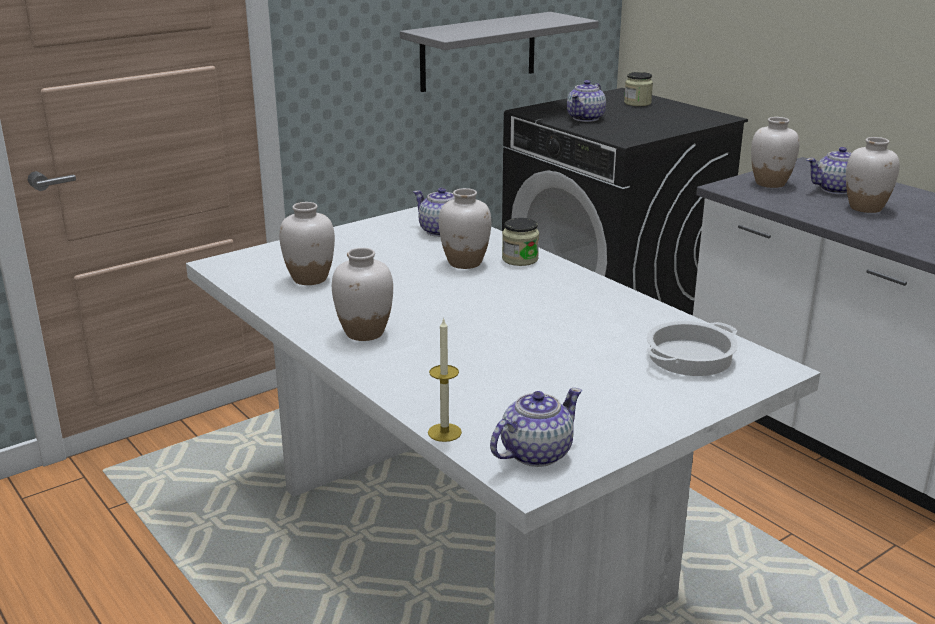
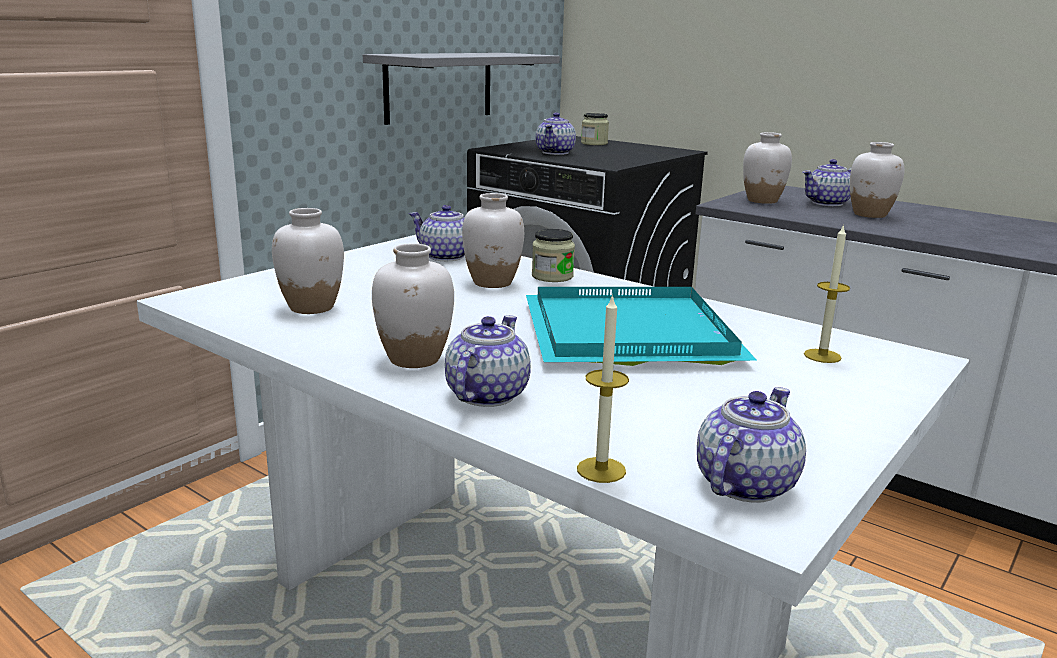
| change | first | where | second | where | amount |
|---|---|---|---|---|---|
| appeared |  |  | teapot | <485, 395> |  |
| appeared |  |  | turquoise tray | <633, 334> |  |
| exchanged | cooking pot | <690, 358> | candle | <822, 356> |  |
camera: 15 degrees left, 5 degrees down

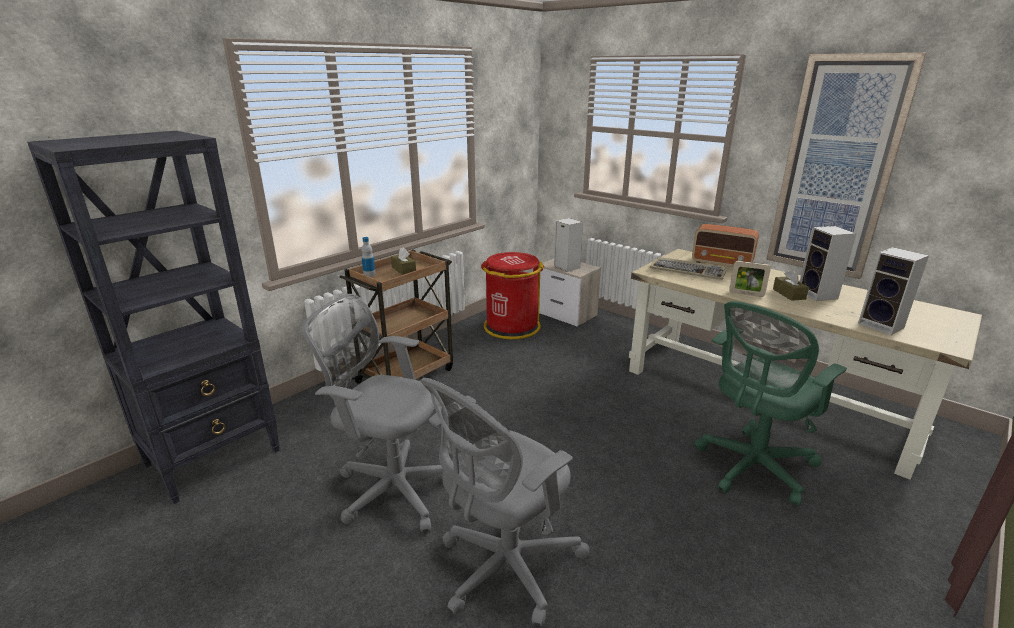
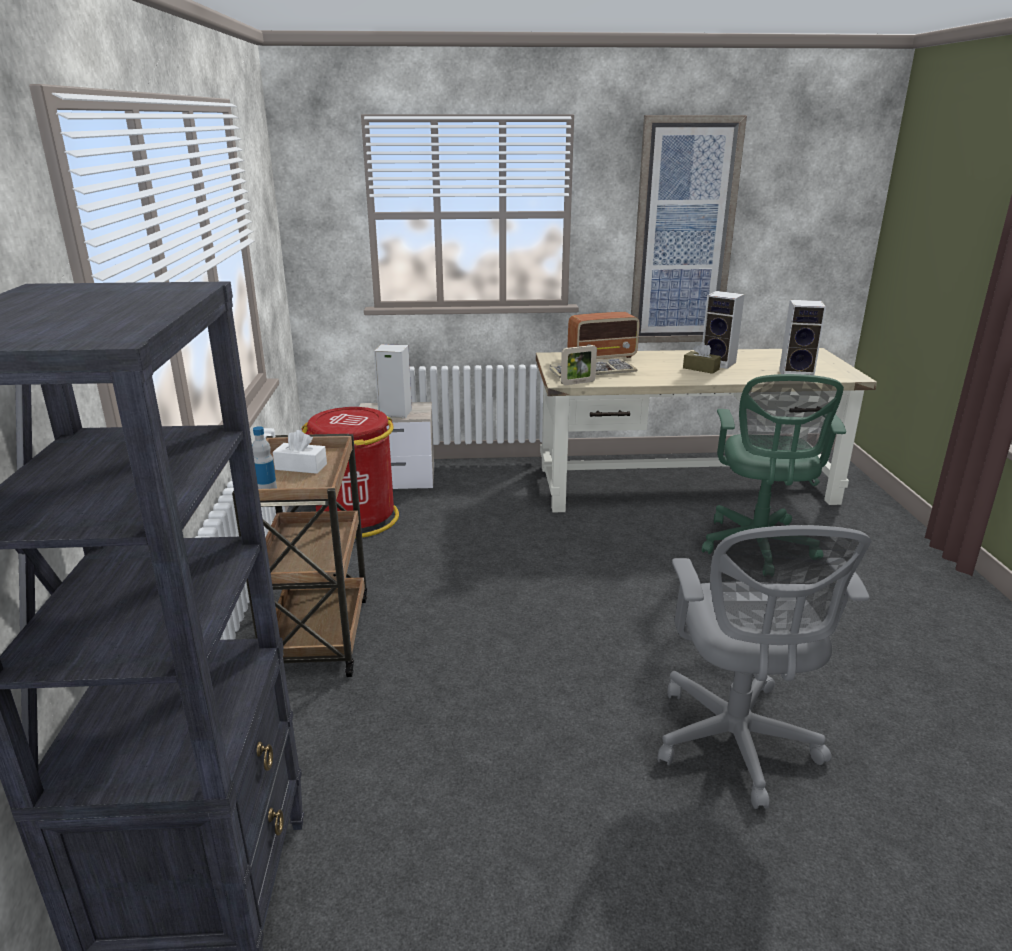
| change | first | where | second | where | amount |
|---|---|---|---|---|---|
| missing | grey office chair | <392, 487> |  |  |  |
| relocated | picture frame | <746, 294> |  | <578, 383> |  |
| colour | brown tissue box | <403, 270> | white tissue box | <301, 467> |  |
camera: 45 degrees left, 0 degrees up

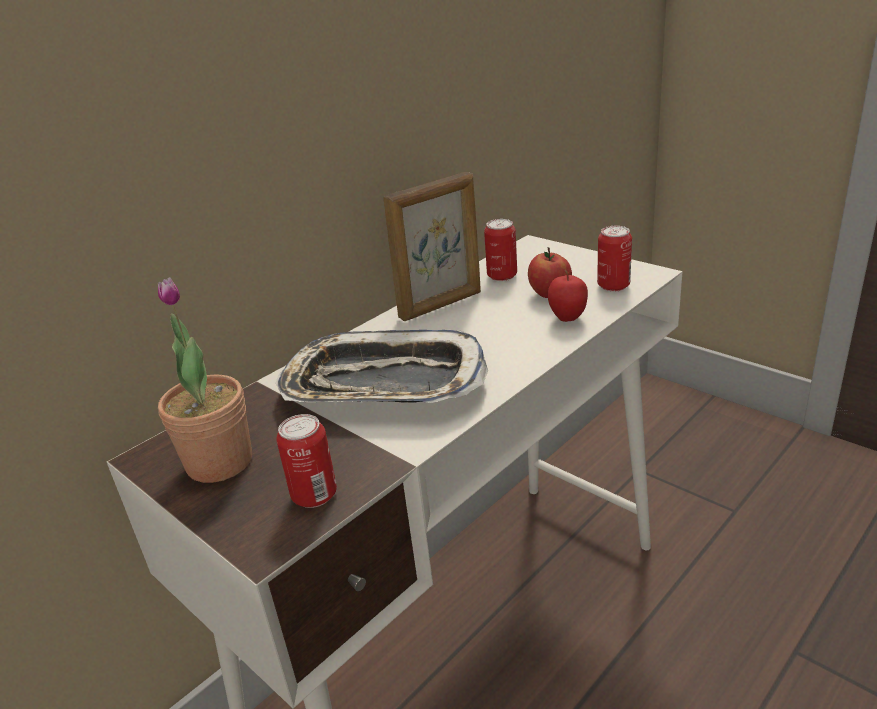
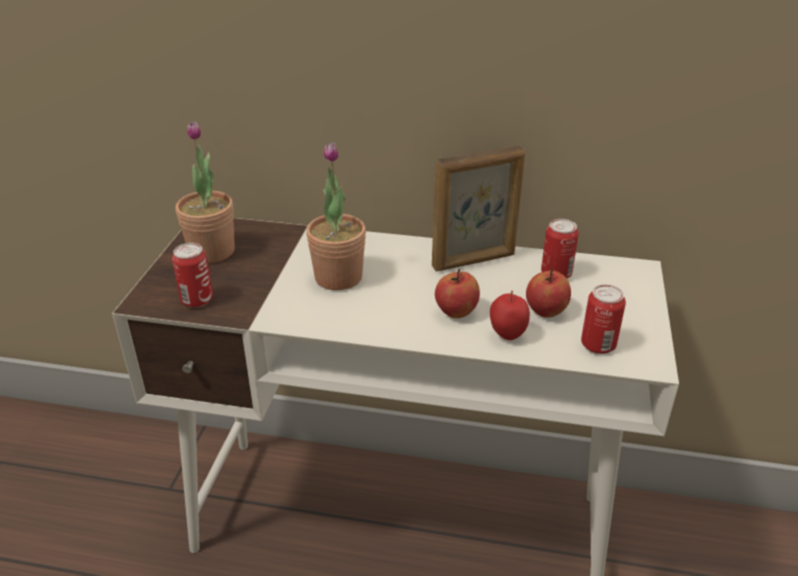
| change | first | where | second | where | amount |
|---|---|---|---|---|---|
| appeared |  |  | apple | <456, 312> |  |
| exchanged | tray | <383, 383> | potted plant | <338, 277> |  |
| spun | picture frame | <441, 305> |  | <474, 261> | 45 degrees counterclockwise |
camera: 55 degrees right, 5 degrees up

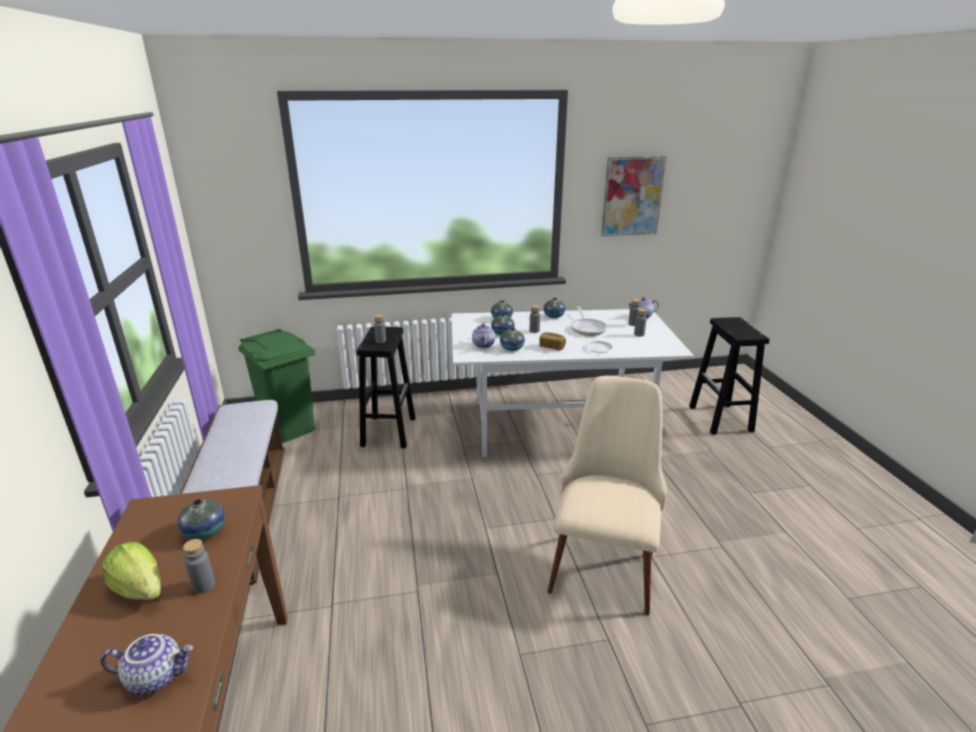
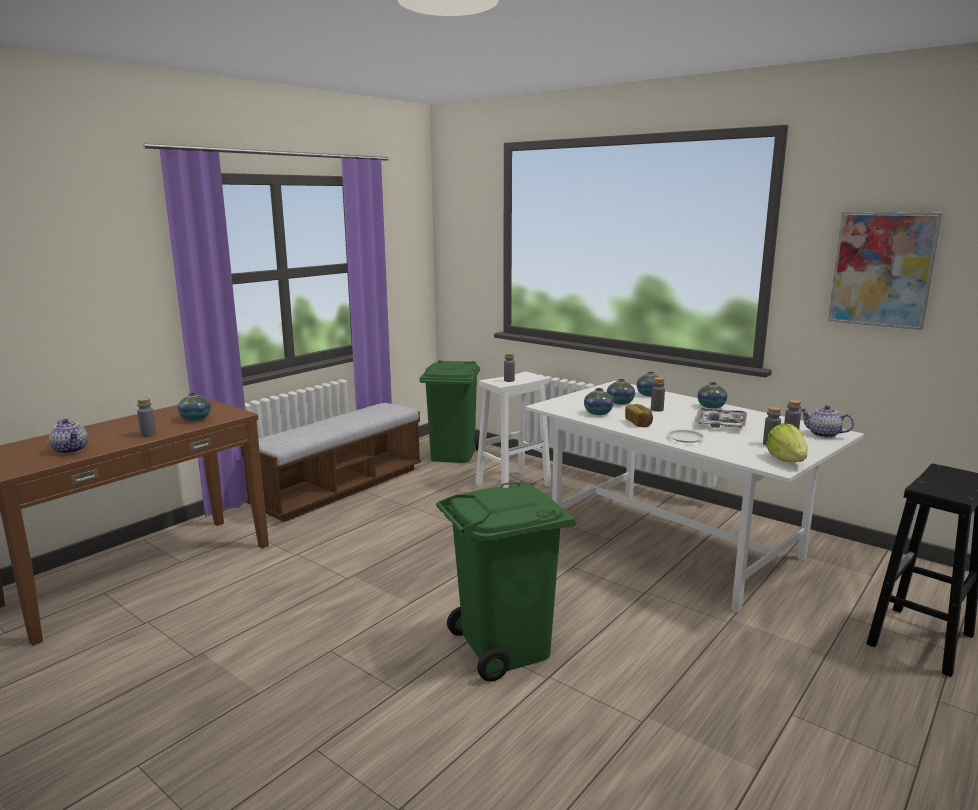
| change | first | where | second | where | amount |
|---|---|---|---|---|---|
| missing | teapot | <484, 345> |  |  |  |
| relocated | lettuce | <140, 588> |  | <787, 460> |  |
| exchanged | beige chair | <604, 557> | green trash can | <506, 648> |  |
| exchanged | frying pan | <587, 328> | tray | <720, 424> |  |
| colour | black stool | <388, 431> | white stool | <514, 484> |  |
camera: 50 degrees right, 10 degrees down

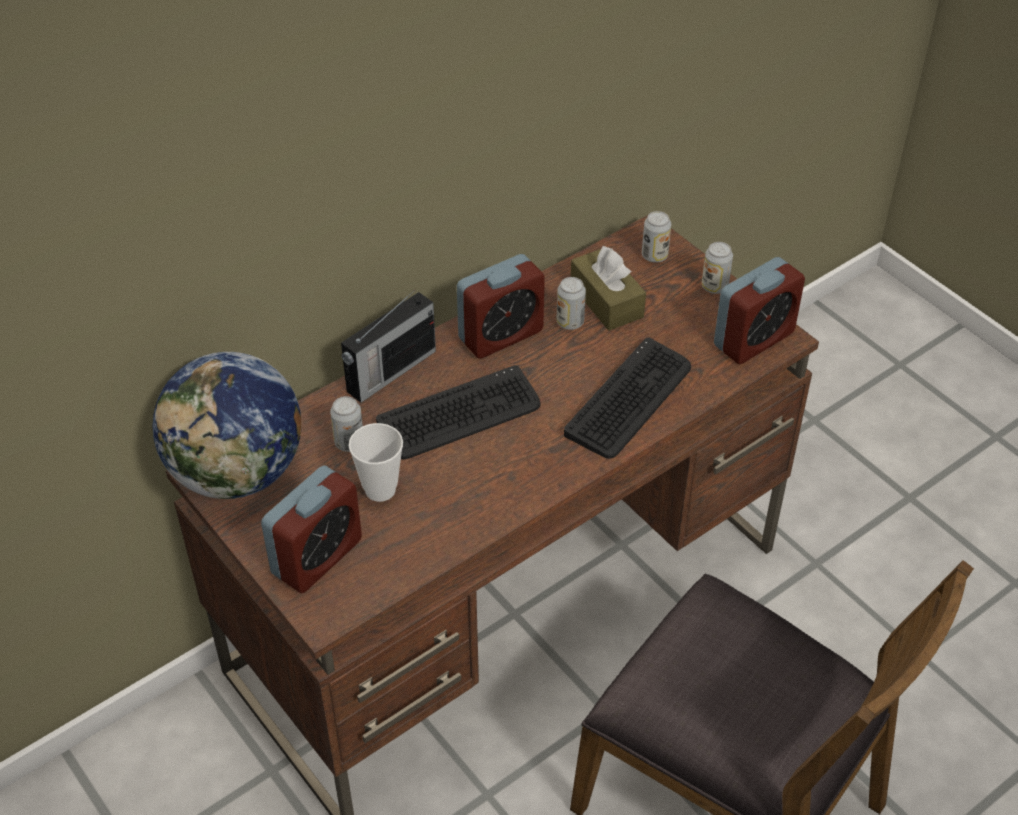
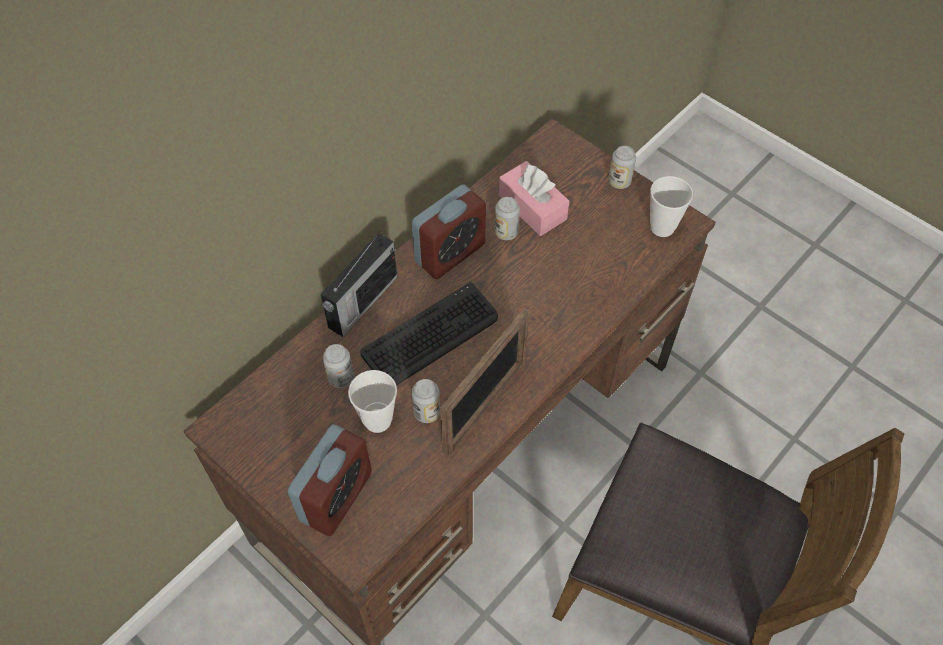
| change | first | where | second | where | amount |
|---|---|---|---|---|---|
| missing | globe | <238, 473> |  |  |  |
| missing | keyboard | <629, 399> |  |  |  |
| appeared |  |  | picture frame | <485, 406> |  |
| relocated | can | <654, 256> |  | <427, 412> |  |
| exchanged | alarm clock | <753, 339> | cup | <662, 227> |  |
| colour | brown tissue box | <606, 300> | pink tissue box | <532, 207> |  |
camera: 10 degrees left, 10 degrees up

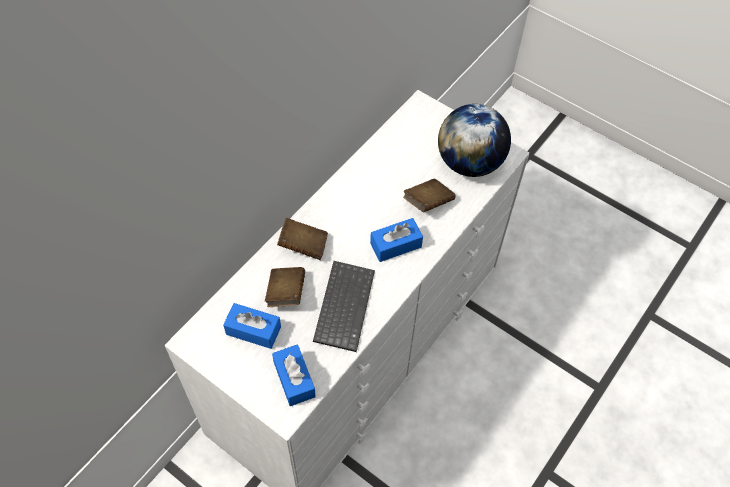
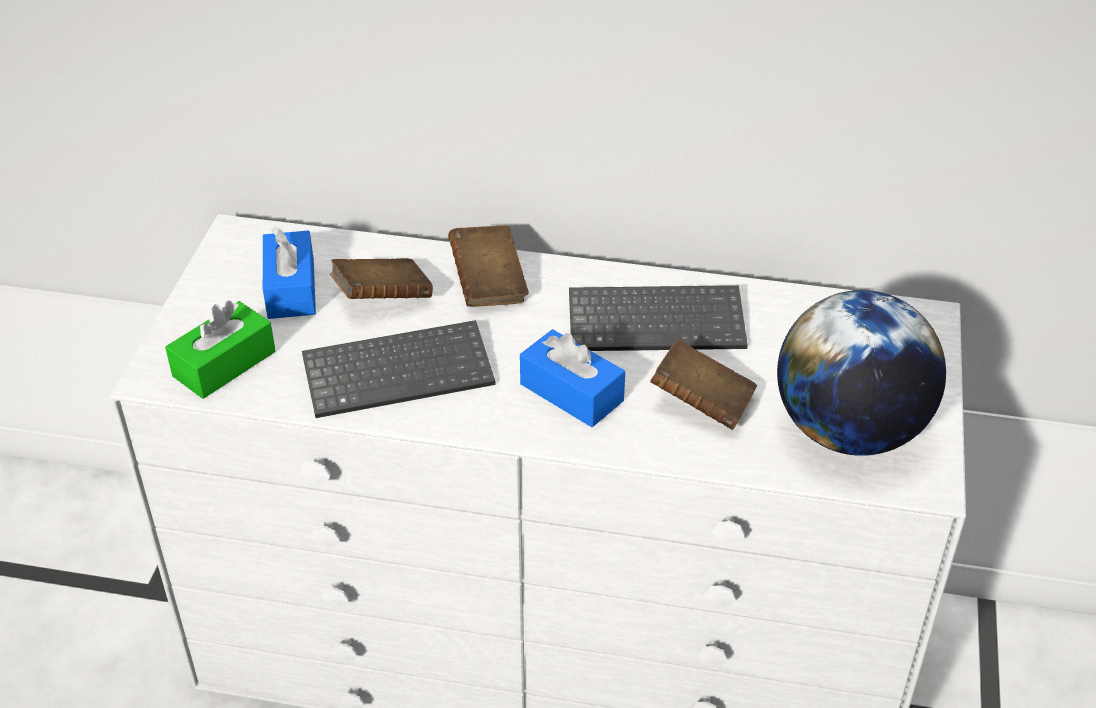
| change | first | where | second | where | amount |
|---|---|---|---|---|---|
| appeared |  |  | keyboard | <658, 320> |  |
| colour | blue tissue box | <294, 379> | green tissue box | <224, 364> |  |
camera: 65 degrees right, 15 degrees down

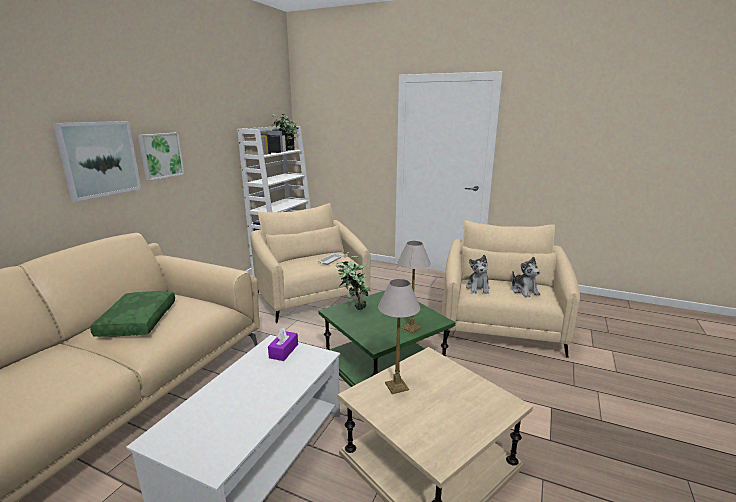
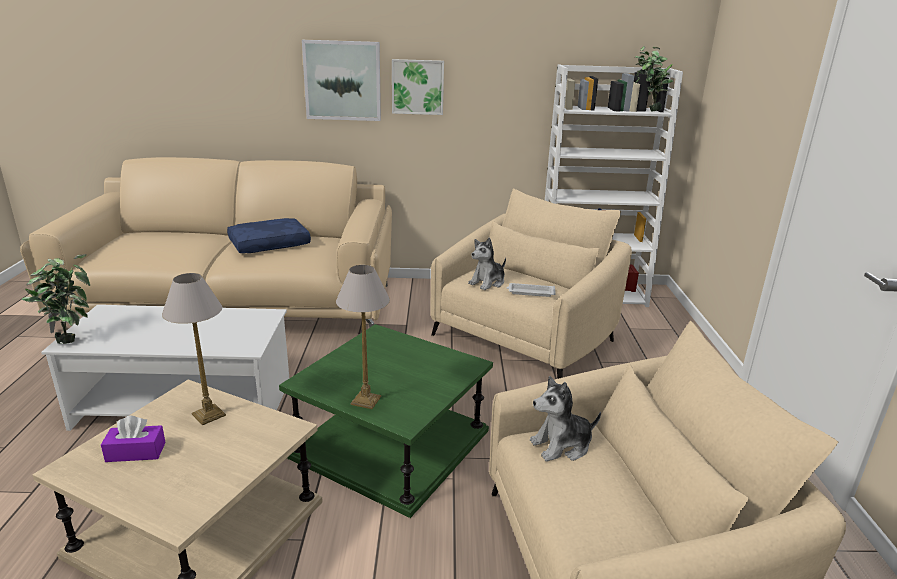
| change | first | where | second | where | amount |
|---|---|---|---|---|---|
| relocated | purple tissue box | <283, 351> |  | <136, 452> |  |
| relocated | potted plant | <353, 308> |  | <70, 337> |  |
| relocated | plush toy | <524, 291> |  | <488, 282> |  |
| colour | green pillow | <137, 321> | blue pillow | <270, 244> |  |
camera: 65 degrees right, 5 degrees up

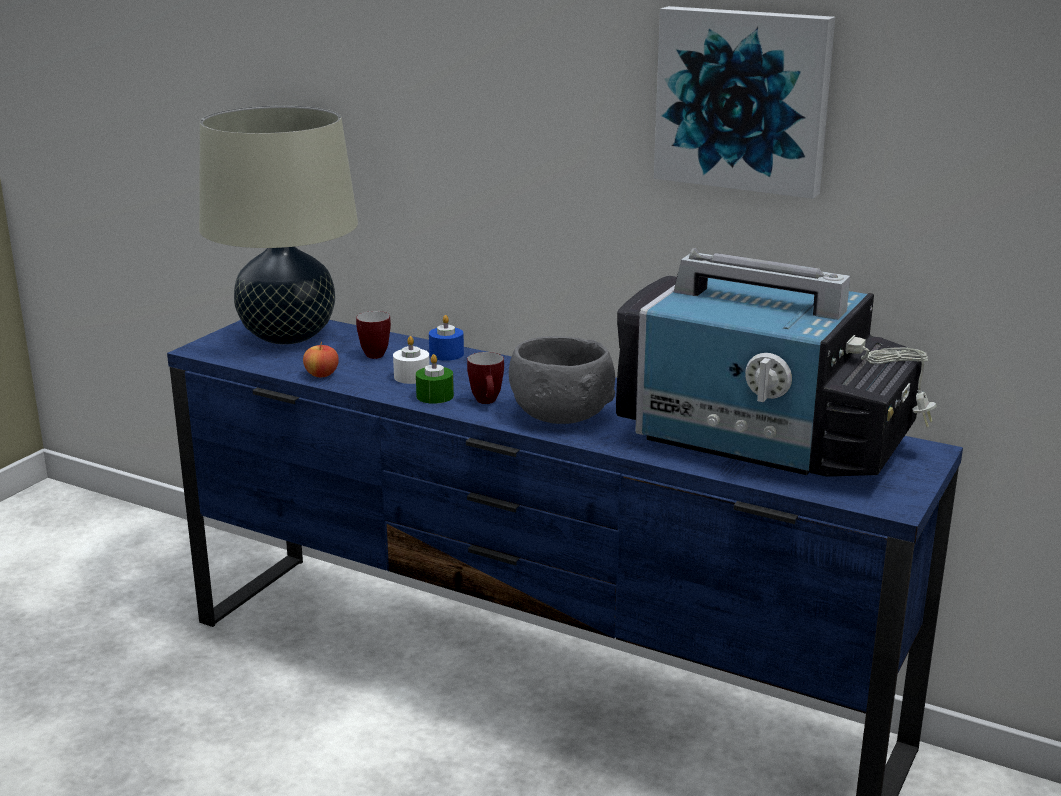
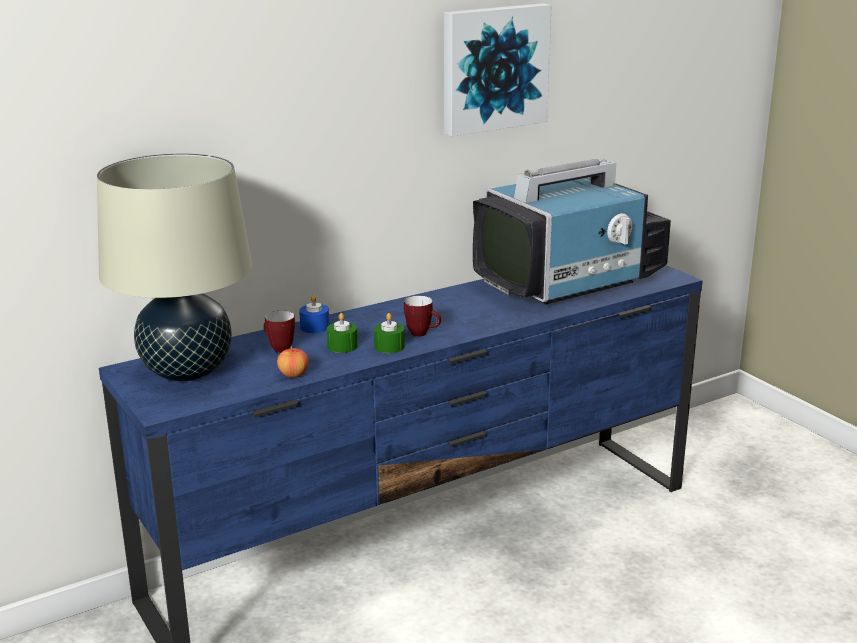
| change | first | where | second | where | amount |
|---|---|---|---|---|---|
| missing | grey bowl | <561, 413> |  |  |  |
| colour | white candle | <412, 376> | green candle | <342, 346> |  |
camera: 60 degrees left, 0 degrees up

